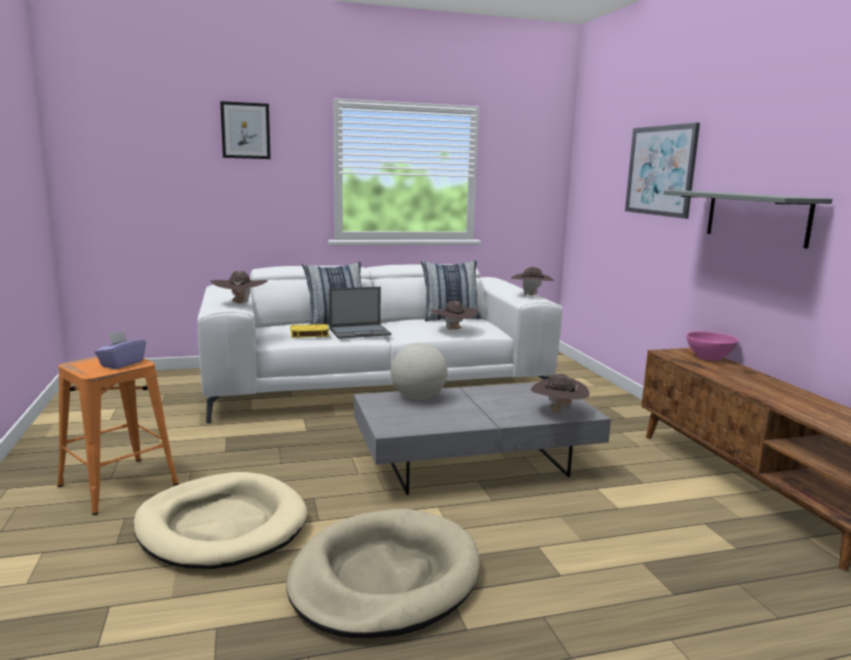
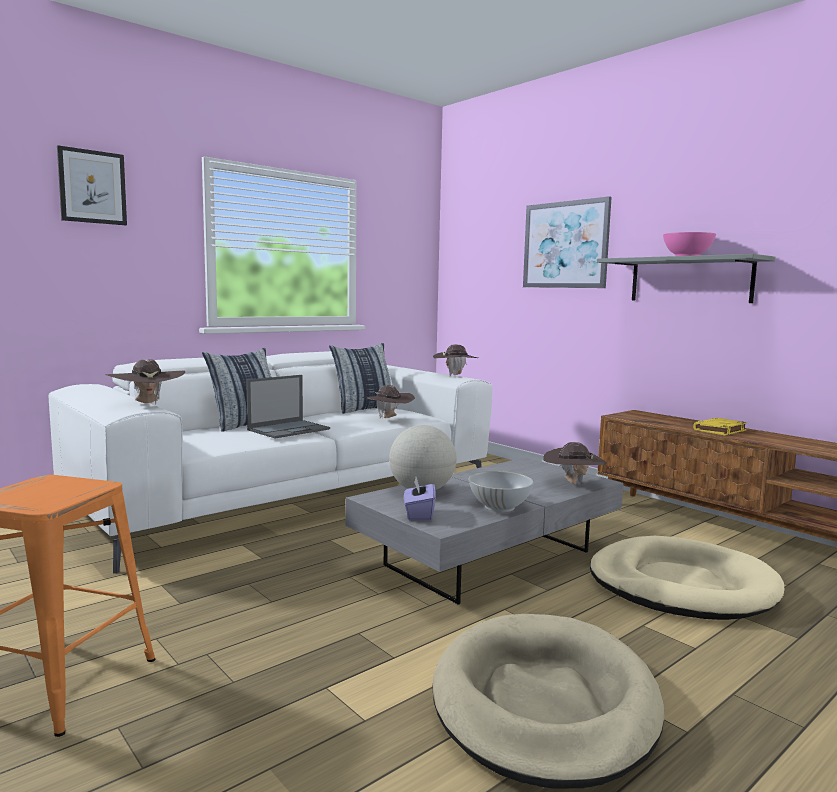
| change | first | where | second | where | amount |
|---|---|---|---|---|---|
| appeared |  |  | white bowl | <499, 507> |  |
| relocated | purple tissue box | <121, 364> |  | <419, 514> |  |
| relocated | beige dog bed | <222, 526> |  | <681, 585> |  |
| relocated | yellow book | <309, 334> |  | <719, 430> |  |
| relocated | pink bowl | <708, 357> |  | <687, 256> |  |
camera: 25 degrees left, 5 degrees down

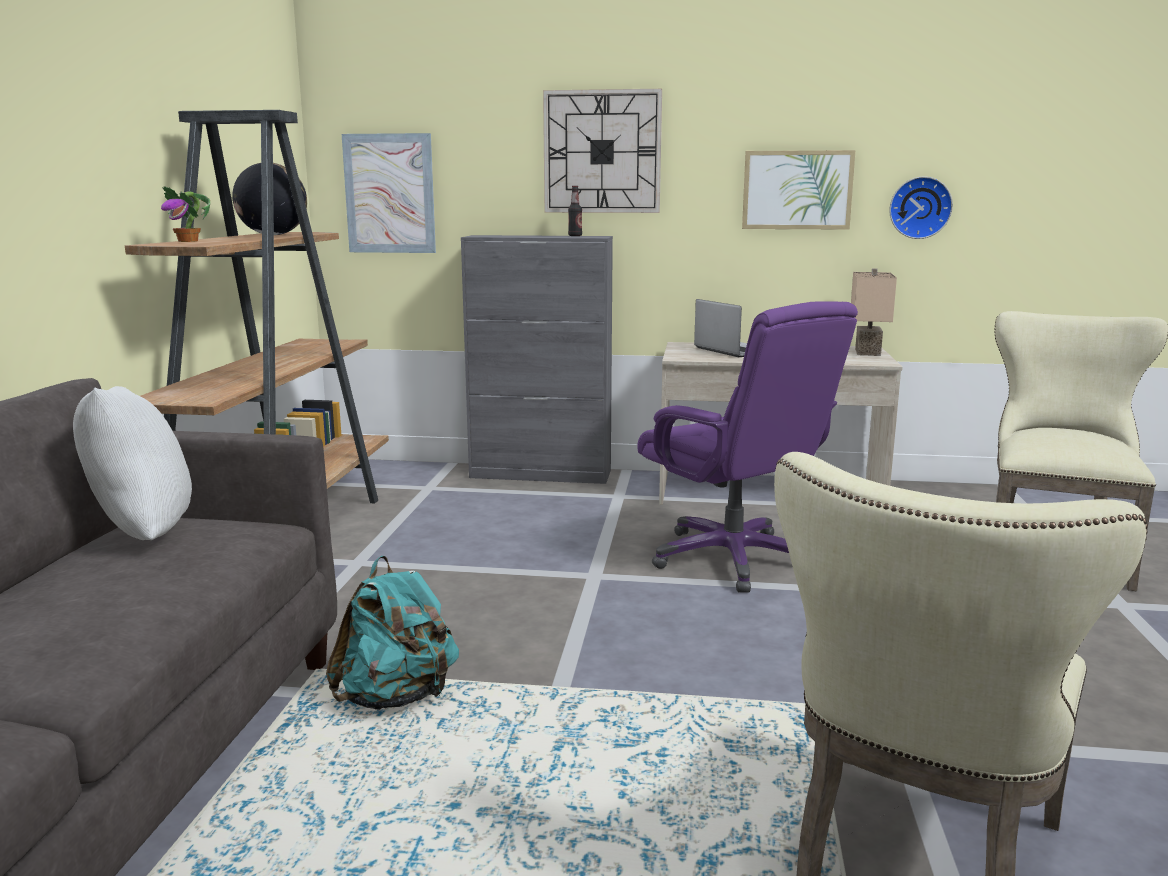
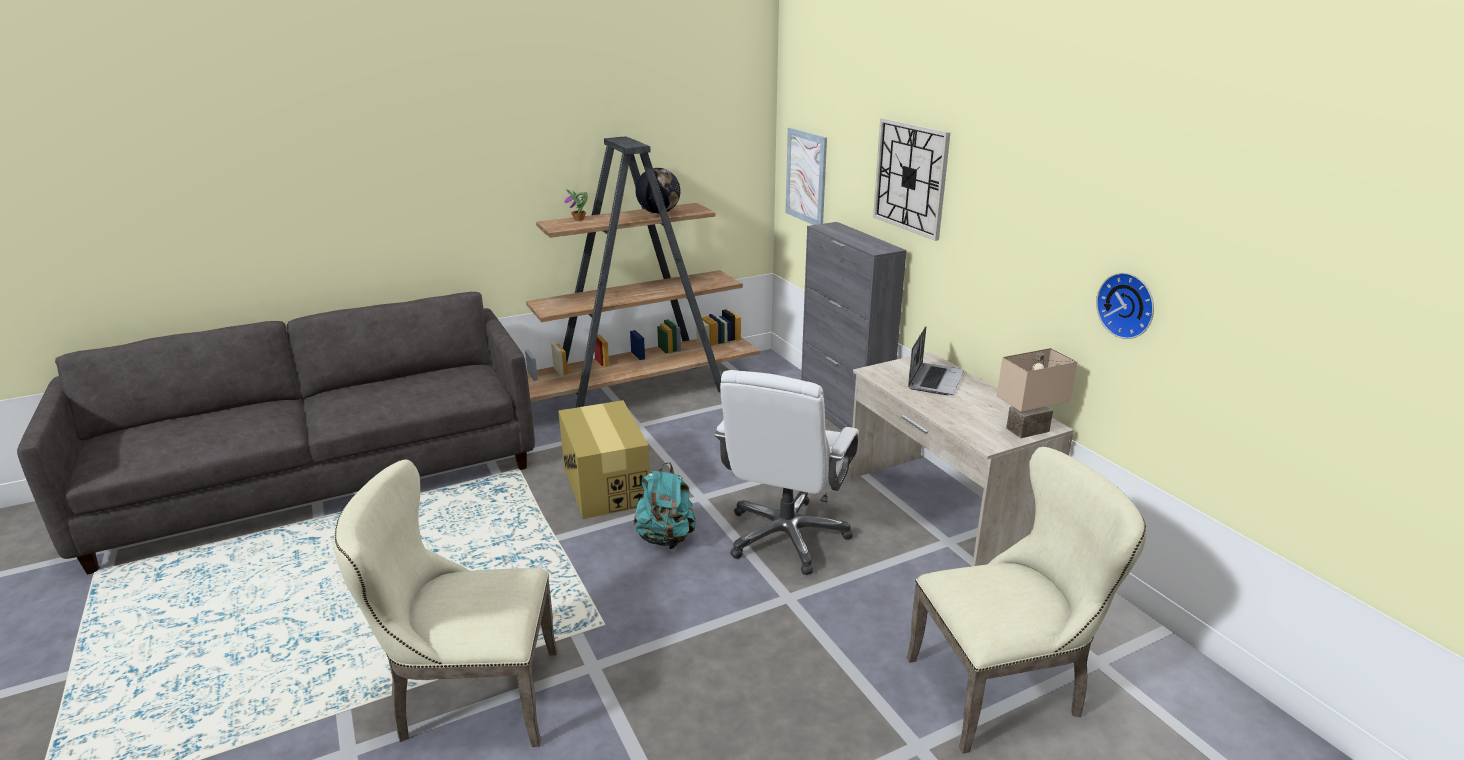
| change | first | where | second | where | amount |
|---|---|---|---|---|---|
| missing | white pillow | <141, 535> |  |  |  |
| missing | bottle | <575, 236> |  |  |  |
| missing | picture | <797, 190> |  |  |  |
| appeared |  |  | cardboard box | <606, 485> |  |
| relocated | turquoise backpack | <397, 697> |  | <666, 538> |  |
| colour | purple office chair | <733, 559> | white office chair | <786, 536> |  |
camera: 55 degrees right, 10 degrees up

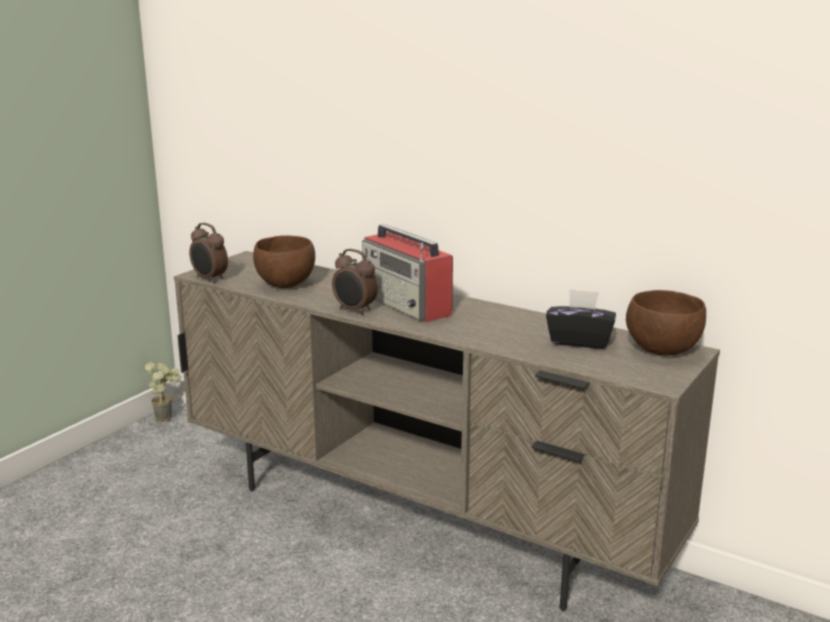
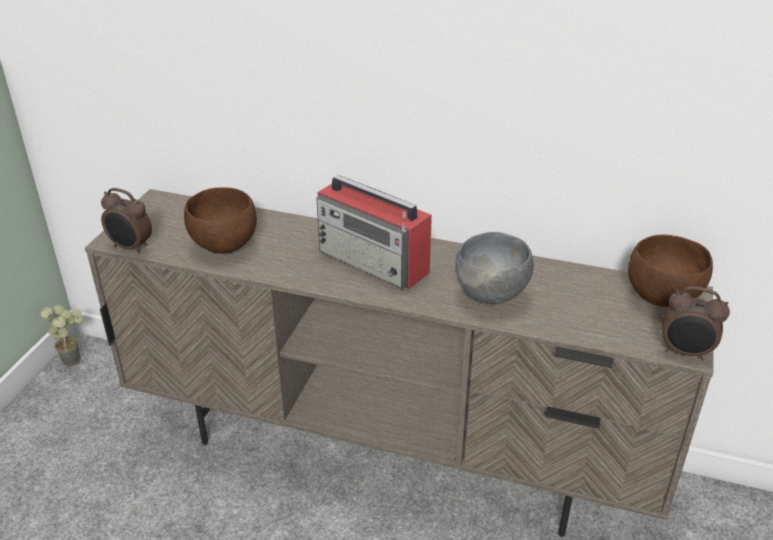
| change | first | where | second | where | amount |
|---|---|---|---|---|---|
| missing | black tissue box | <579, 341> |  |  |  |
| appeared |  |  | grey bowl | <492, 295> |  |
| relocated | alarm clock | <354, 310> |  | <685, 352> |  |
camera: 15 degrees left, 15 degrees up

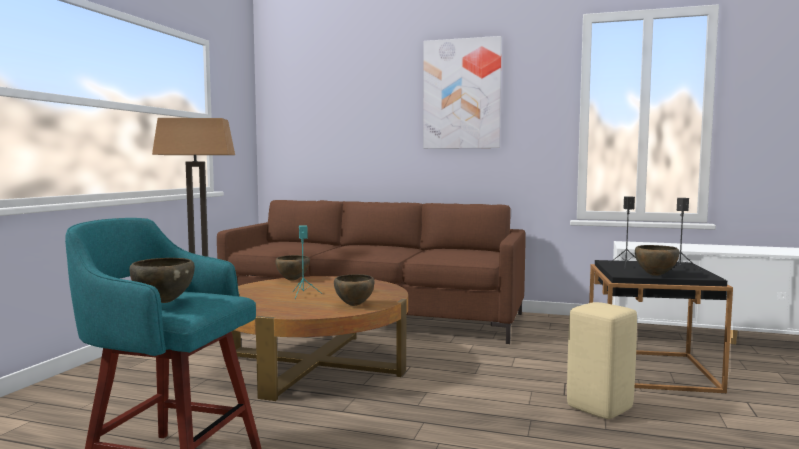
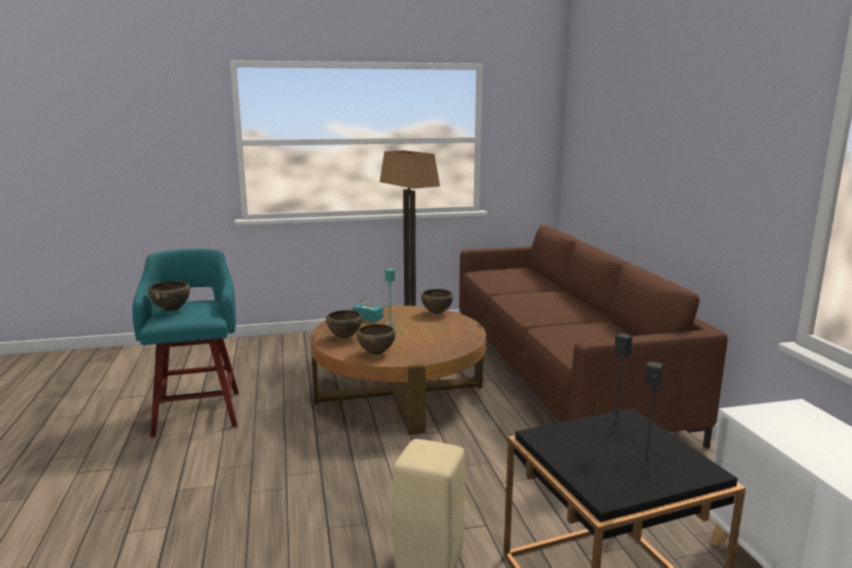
| change | first | where | second | where | amount |
|---|---|---|---|---|---|
| missing | picture | <461, 94> |  |  |  |
| appeared |  |  | turquoise tissue box | <368, 318> |  |
| relocated | brown bowl | <655, 275> |  | <344, 338> |  |
camera: 60 degrees right, 10 degrees up

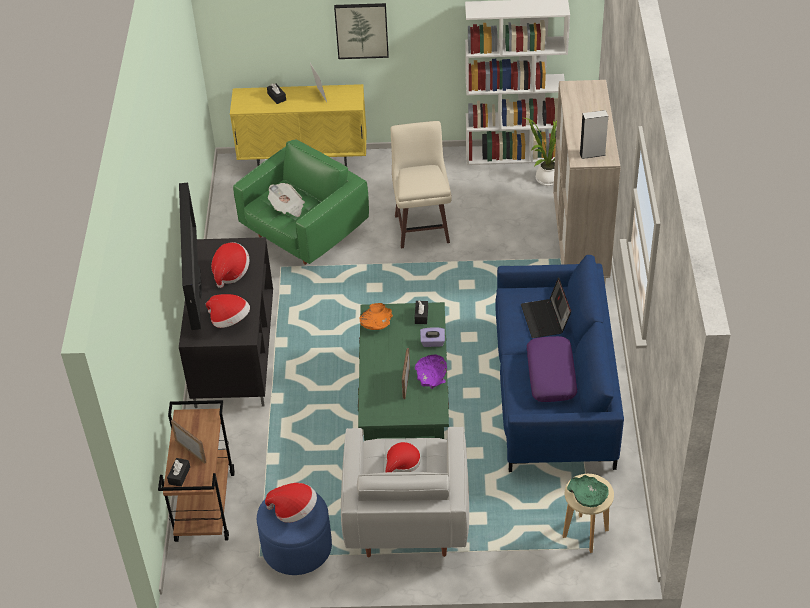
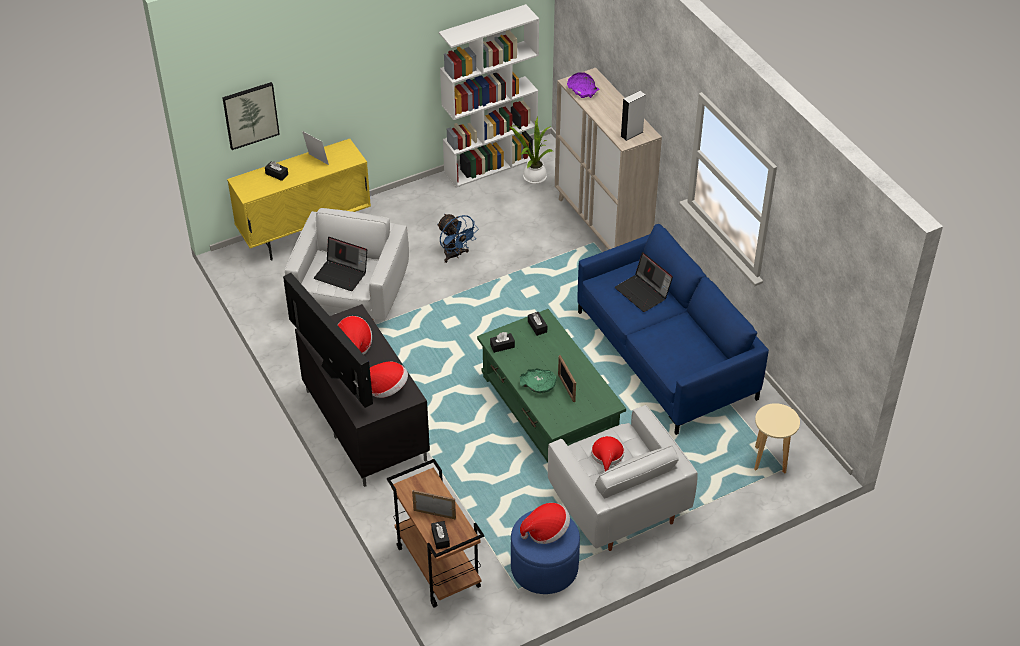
| change | first | where | second | where | amount |
|---|---|---|---|---|---|
| missing | purple tissue box | <432, 342> |  |  |  |
| missing | purple pillow | <551, 375> |  |  |  |
| relocated | picture | <361, 30> |  | <250, 115> |  |
| relocated | purple bowl | <431, 376> |  | <582, 90> |  |
| relocated | green bowl | <588, 496> |  | <538, 385> |  |
| exchanged | newspaper | <287, 207> | laptop | <342, 274> |  |
| exchanged | orange bowl | <376, 322> | black tissue box | <502, 346> |  |
| exchanged | beige stool | <422, 227> | blue fan | <455, 255> |  |
| colour | green armchair | <304, 233> | white armchair | <350, 296> |  |
camera: 30 degrees left, 0 degrees up

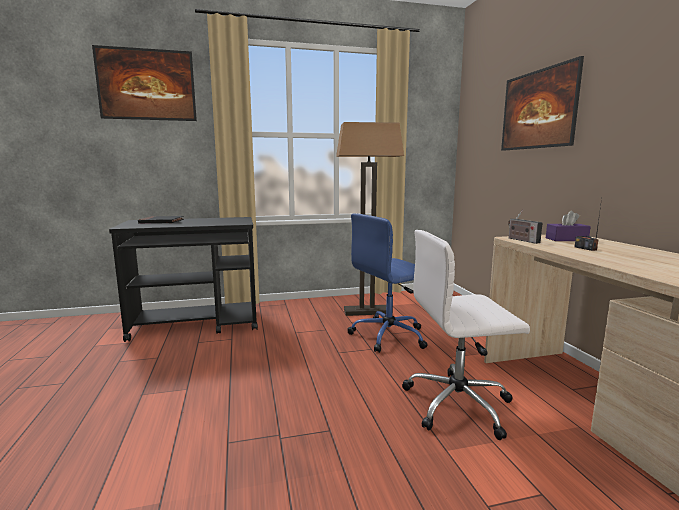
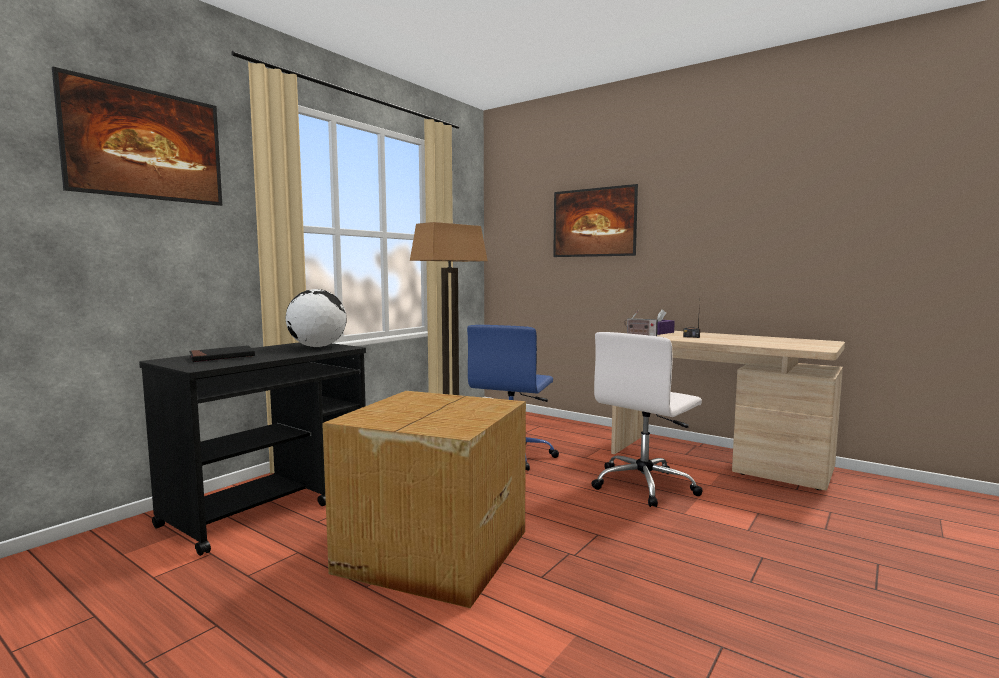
| change | first | where | second | where | amount |
|---|---|---|---|---|---|
| appeared |  |  | globe | <317, 347> |  |
| appeared |  |  | cardboard box | <430, 552> |  |
camera: 40 degrees left, 5 degrees down

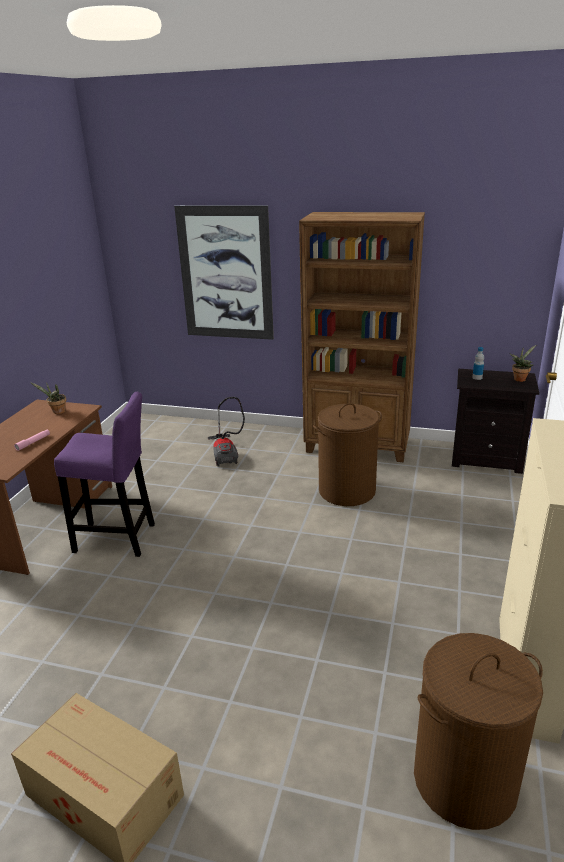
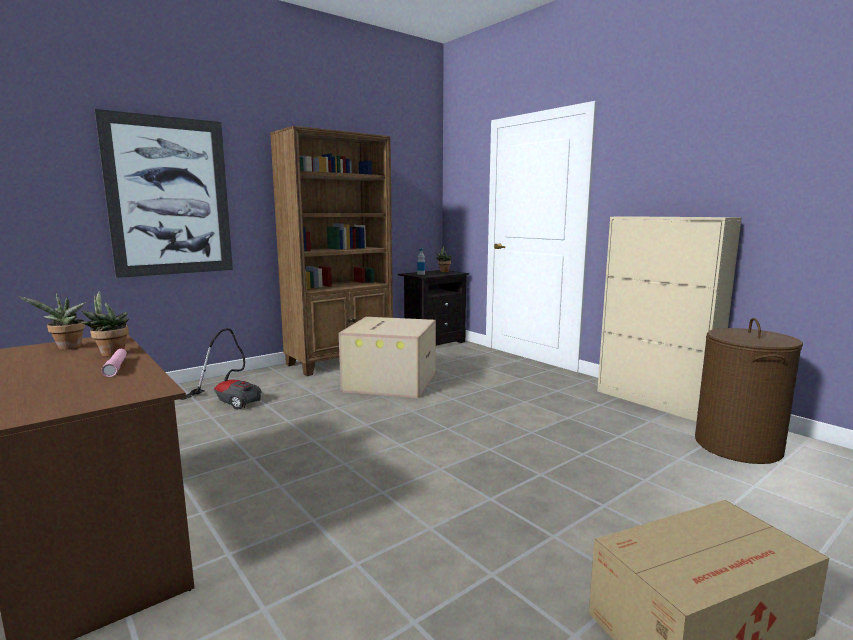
| change | first | where | second | where | amount |
|---|---|---|---|---|---|
| missing | purple stool | <119, 539> |  |  |  |
| appeared |  |  | potted plant | <110, 353> |  |
| exchanged | brown laundry basket | <347, 490> | cardboard box | <389, 381> |  |
camera: 55 degrees left, 15 degrees down

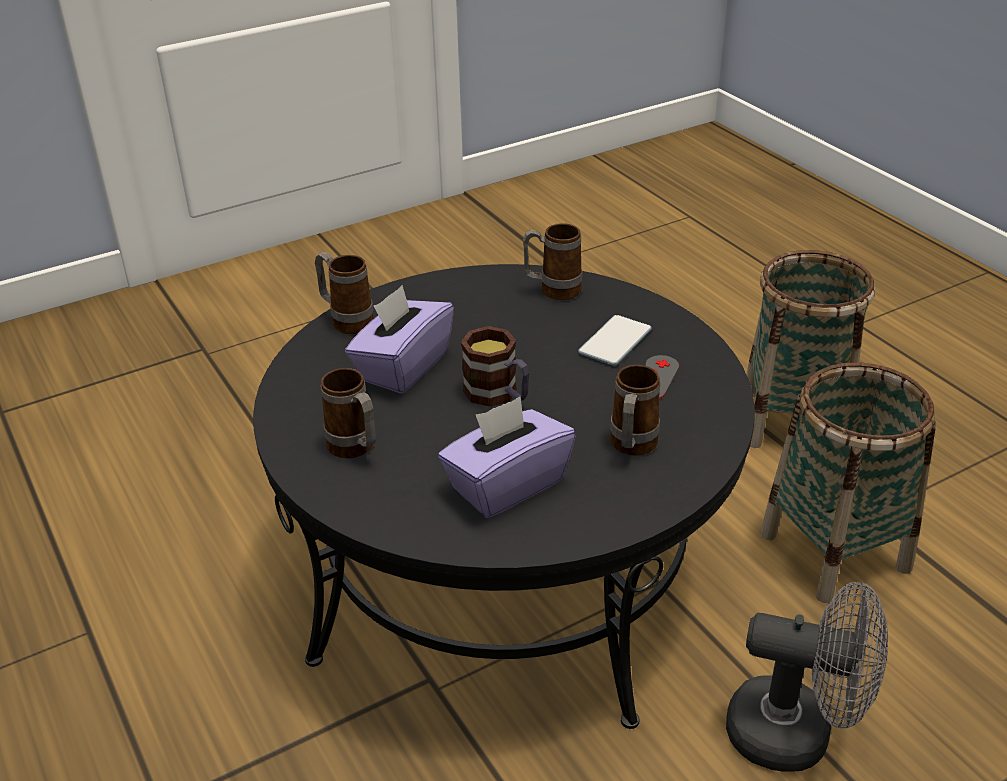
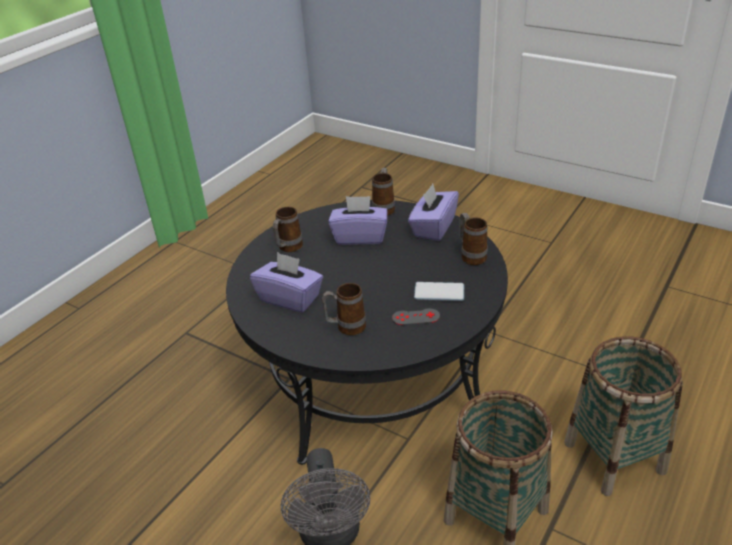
| change | first | where | second | where | amount |
|---|---|---|---|---|---|
| missing | mug | <498, 395> |  |  |  |
| appeared |  |  | purple tissue box | <433, 227> |  |
camera: 65 degrees right, 0 degrees up

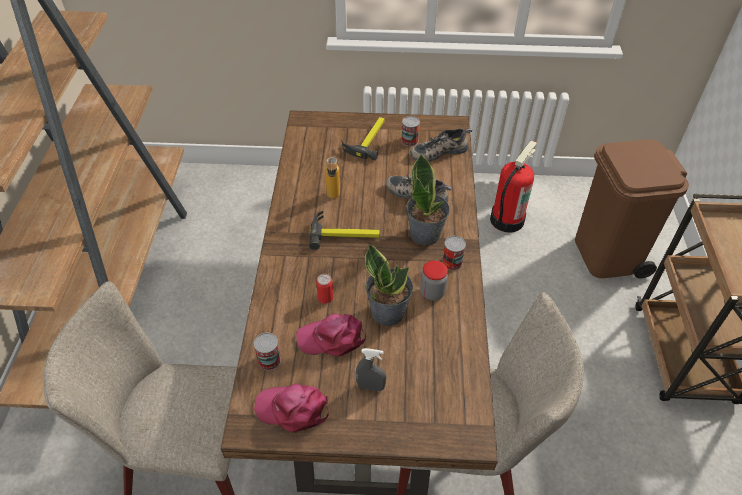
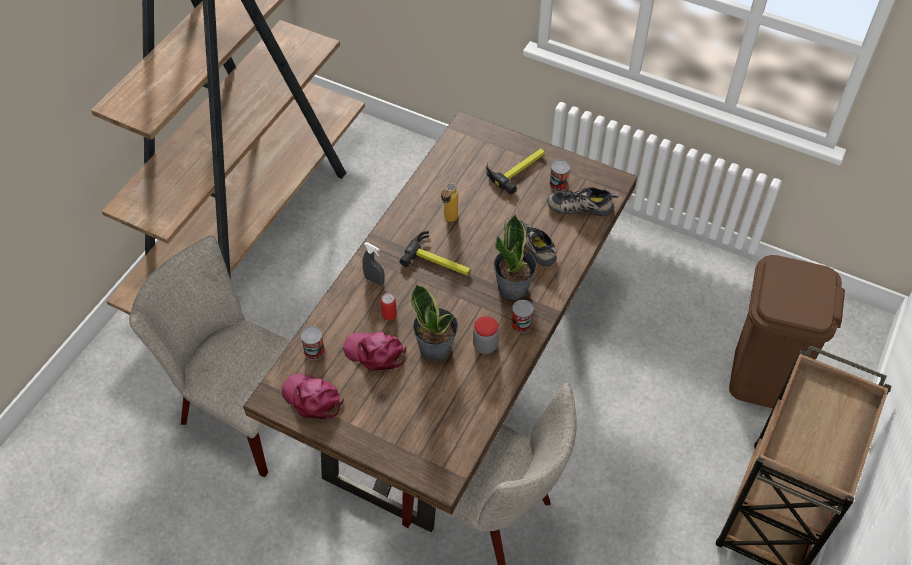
| change | first | where | second | where | amount |
|---|---|---|---|---|---|
| missing | fire extinguisher | <506, 219> |  |  |  |
| relocated | grey spray bottle | <370, 387> |  | <374, 280> |  |
camera: 25 degrees right, 5 degrees up

